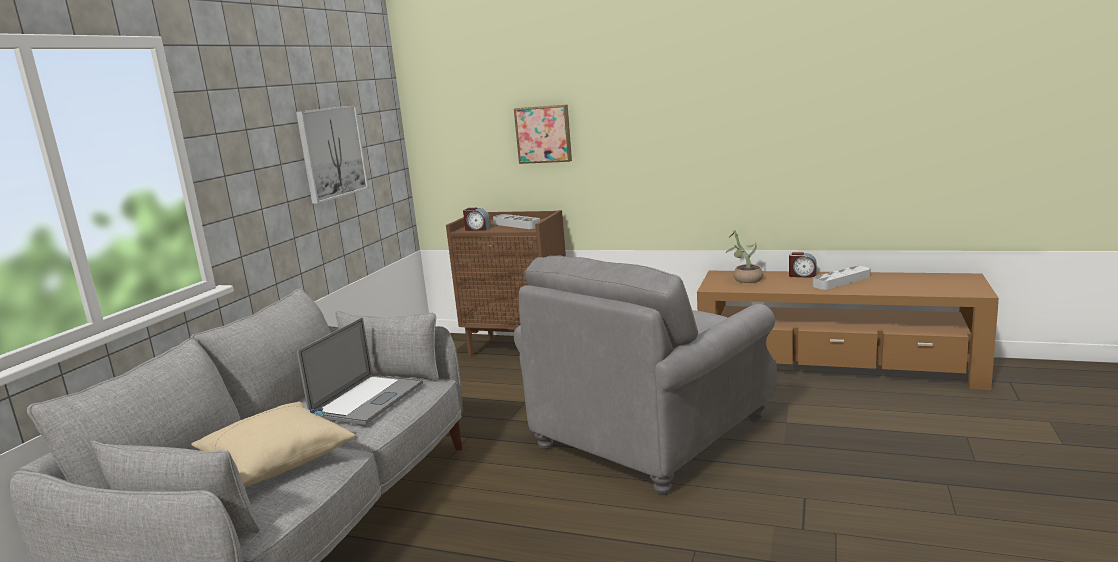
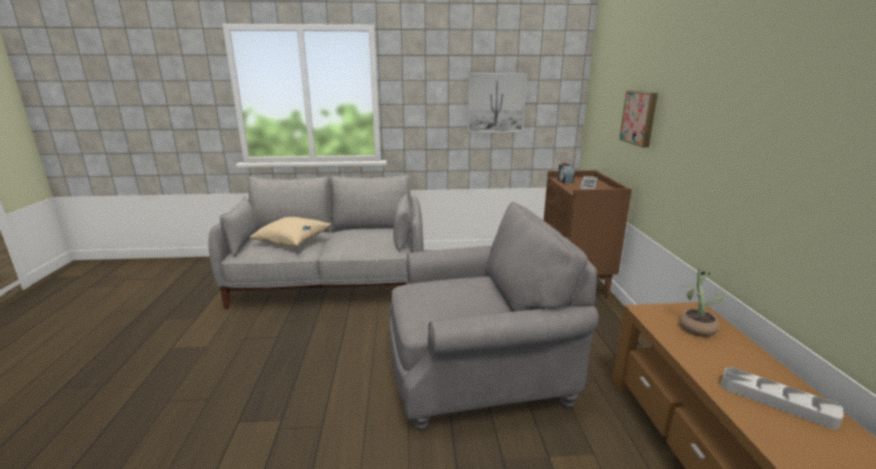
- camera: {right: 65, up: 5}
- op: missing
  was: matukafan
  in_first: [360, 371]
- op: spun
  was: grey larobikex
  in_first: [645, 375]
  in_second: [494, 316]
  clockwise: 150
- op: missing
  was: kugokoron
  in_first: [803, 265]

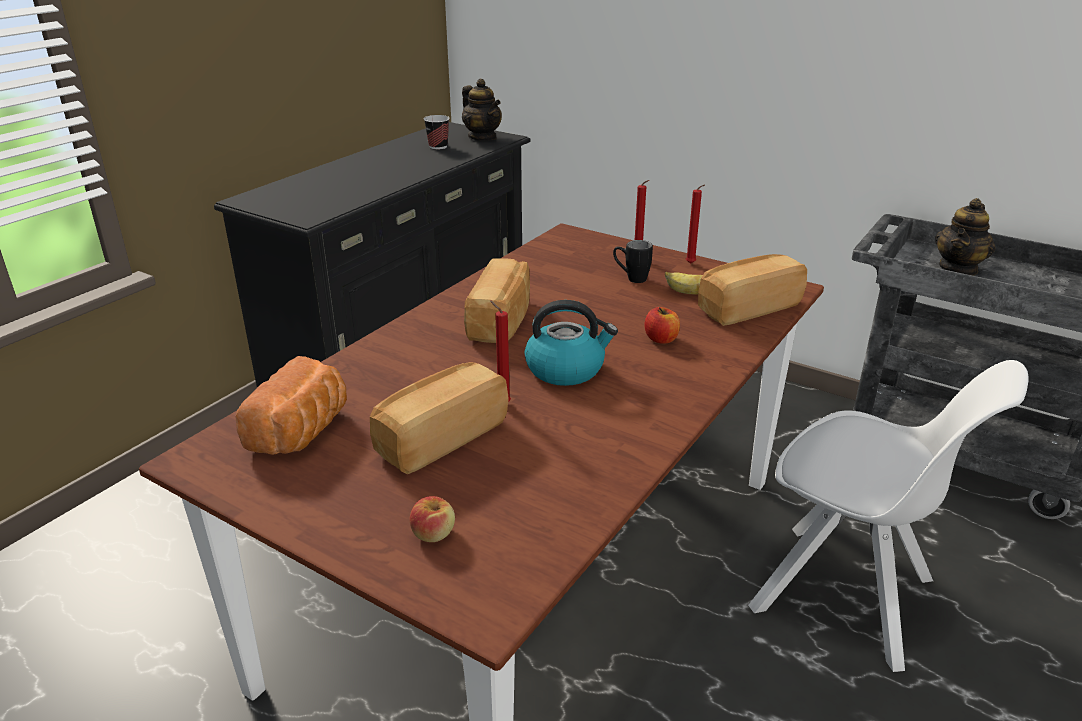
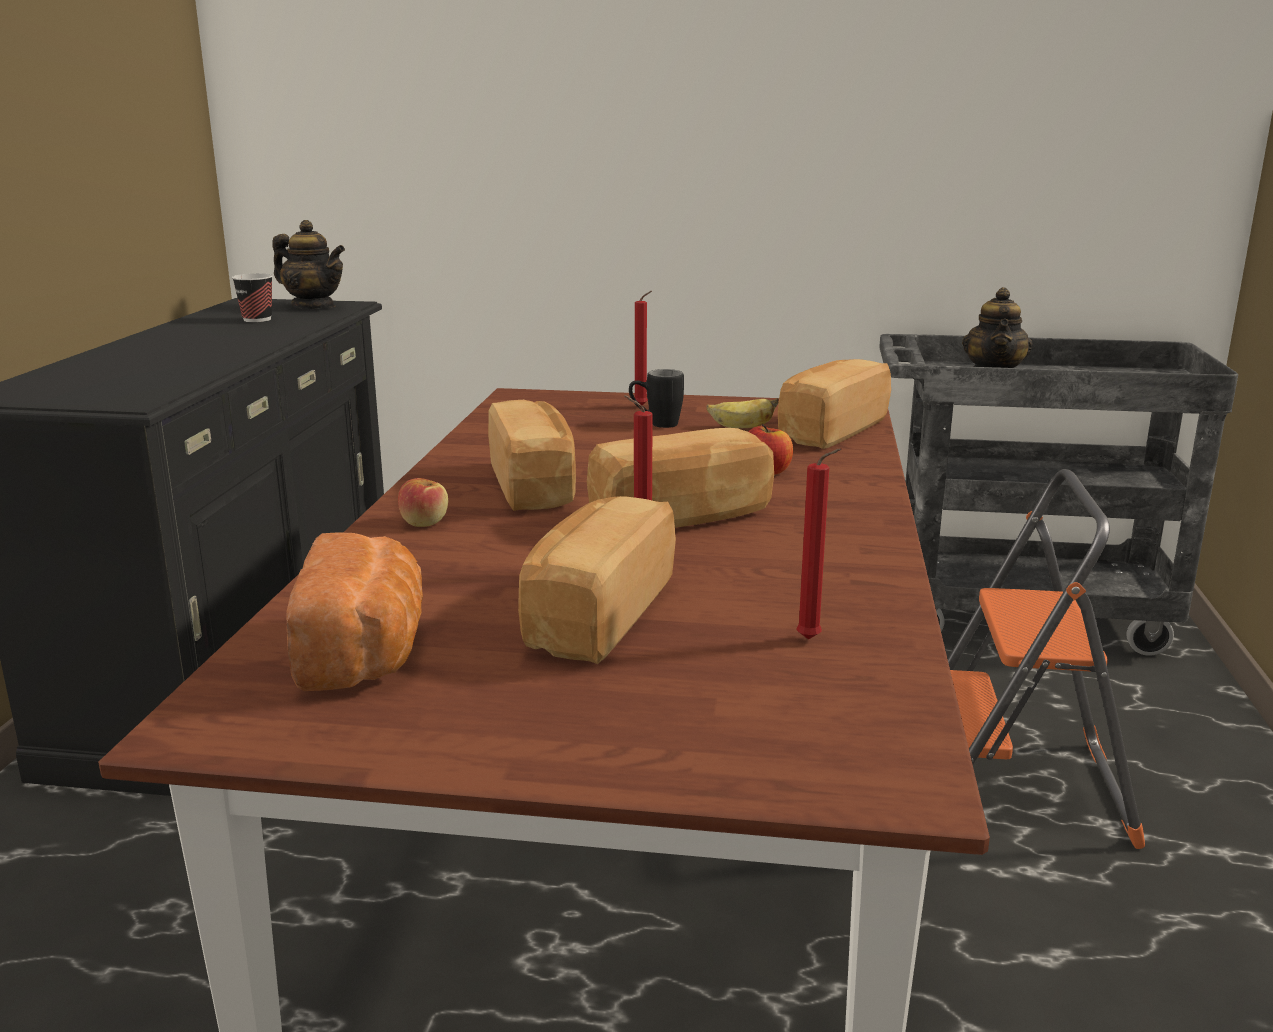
- camera: {right: -25, up: -10}
- op: relocated
  was: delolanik
  in_first: [432, 519]
  in_second: [423, 502]
- op: exchanged
  was: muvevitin
  now: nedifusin
  in_first: [571, 343]
  in_second: [680, 478]
- op: relocated
  was: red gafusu
  in_first: [695, 224]
  in_second: [819, 544]
- op: exchanged
  was: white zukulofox
  now: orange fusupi
  in_first: [888, 516]
  in_second: [1046, 659]

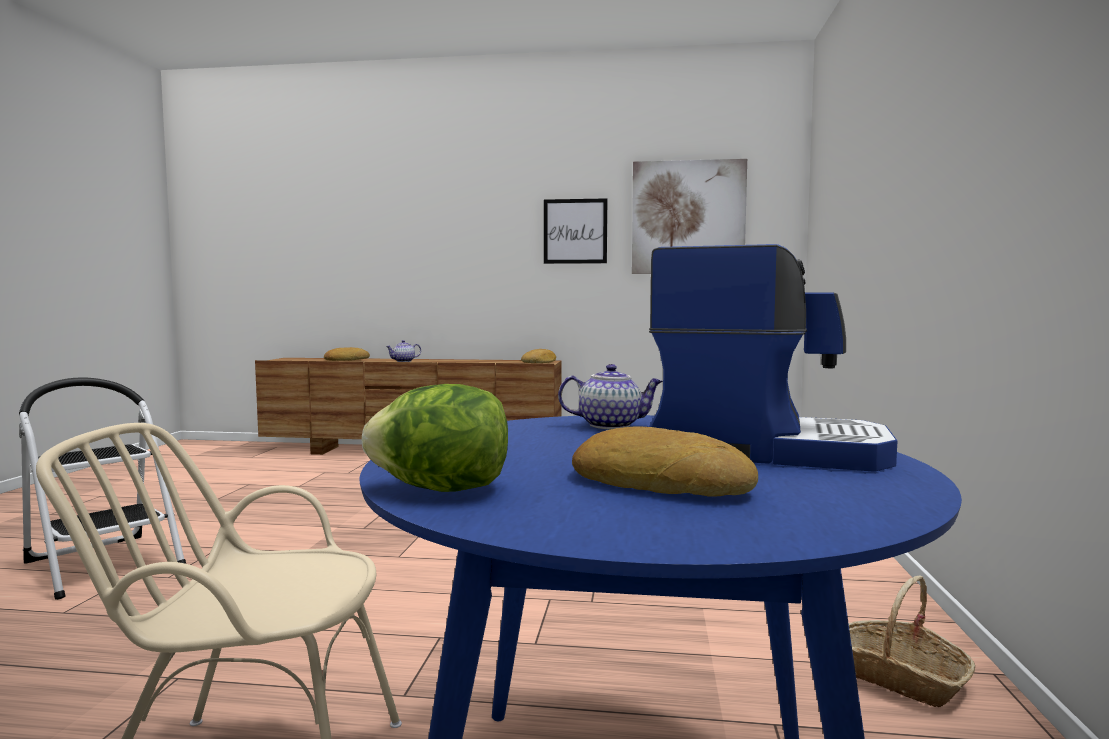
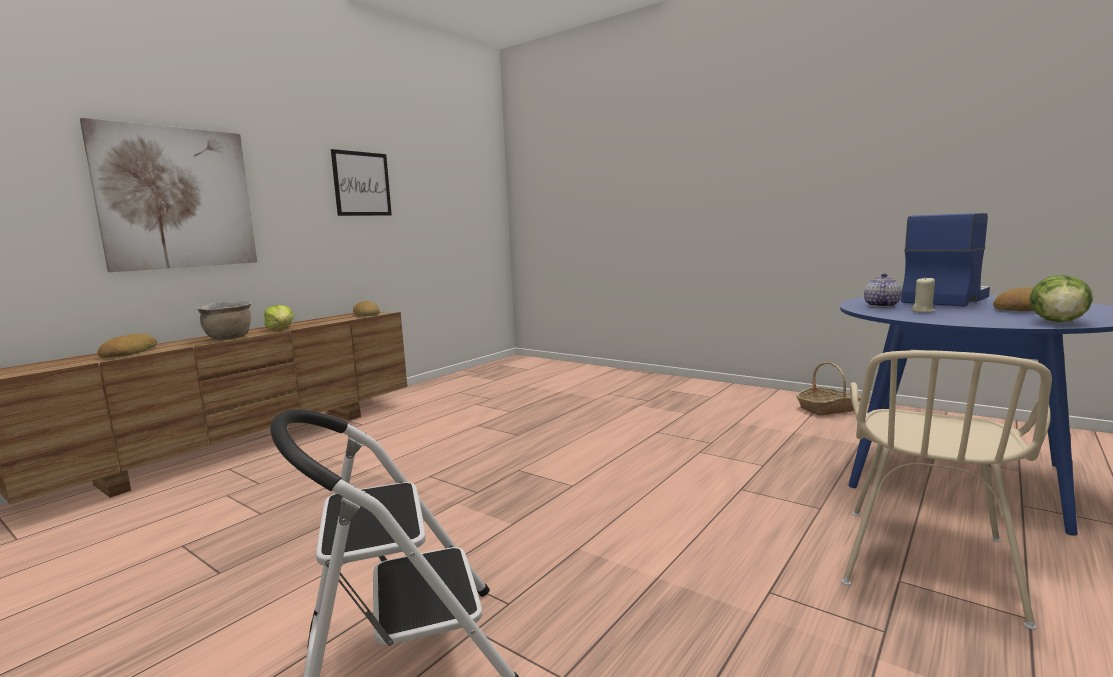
- camera: {right: -60, up: 5}
- op: exchanged
  was: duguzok
  now: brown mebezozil
  in_first: [403, 351]
  in_second: [224, 320]
- op: relocated
  was: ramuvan
  in_first: [689, 216]
  in_second: [168, 195]
- op: appeared
  now: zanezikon
  in_second: [279, 317]
- op: appeared
  now: beige gafusu
  in_second: [923, 294]

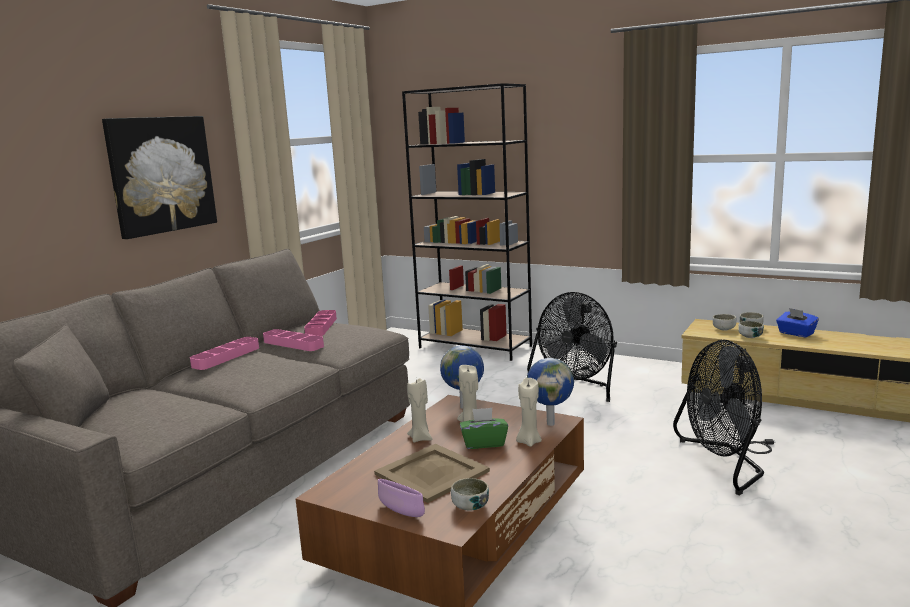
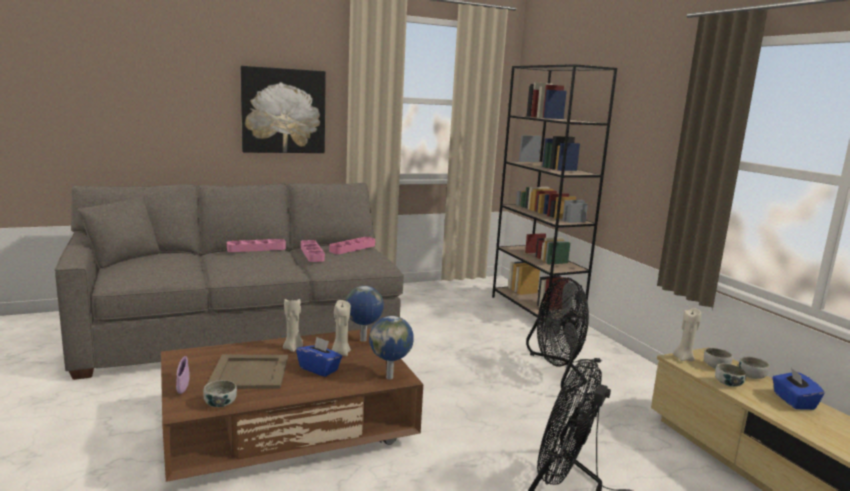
- camera: {right: 35, up: 0}
- op: colour
  was: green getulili
  now: blue getulili
  in_first: [484, 428]
  in_second: [319, 357]
- op: relocated
  was: beige gafusu
  in_first: [529, 412]
  in_second: [687, 335]

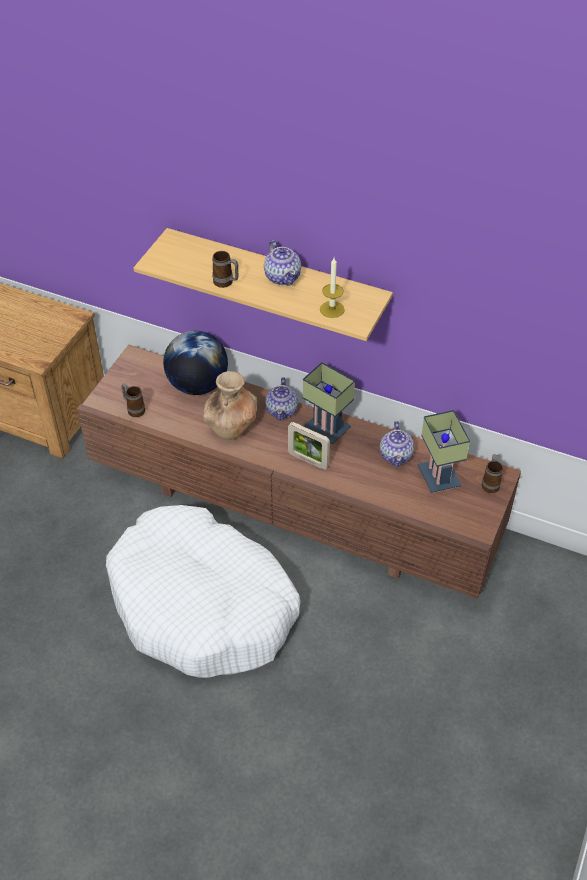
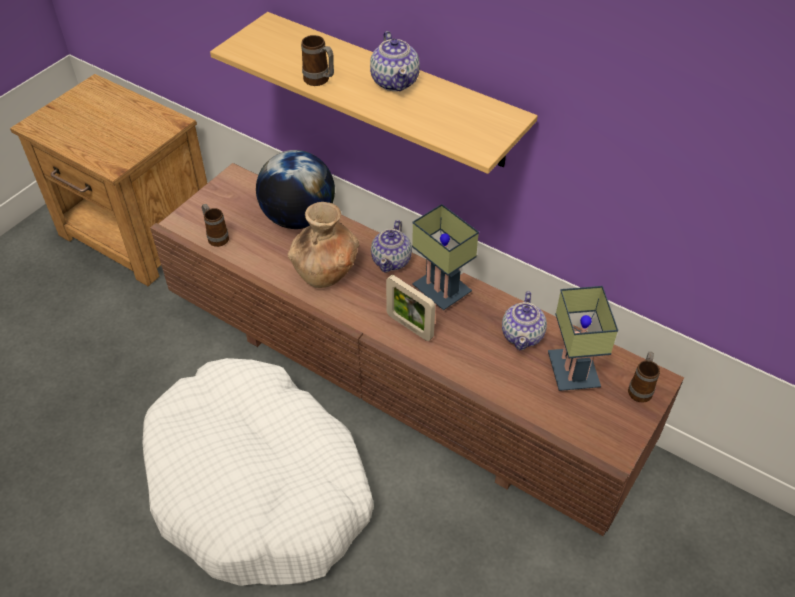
- camera: {right: 10, up: 0}
- op: missing
  was: gafusu
  in_first: [332, 288]

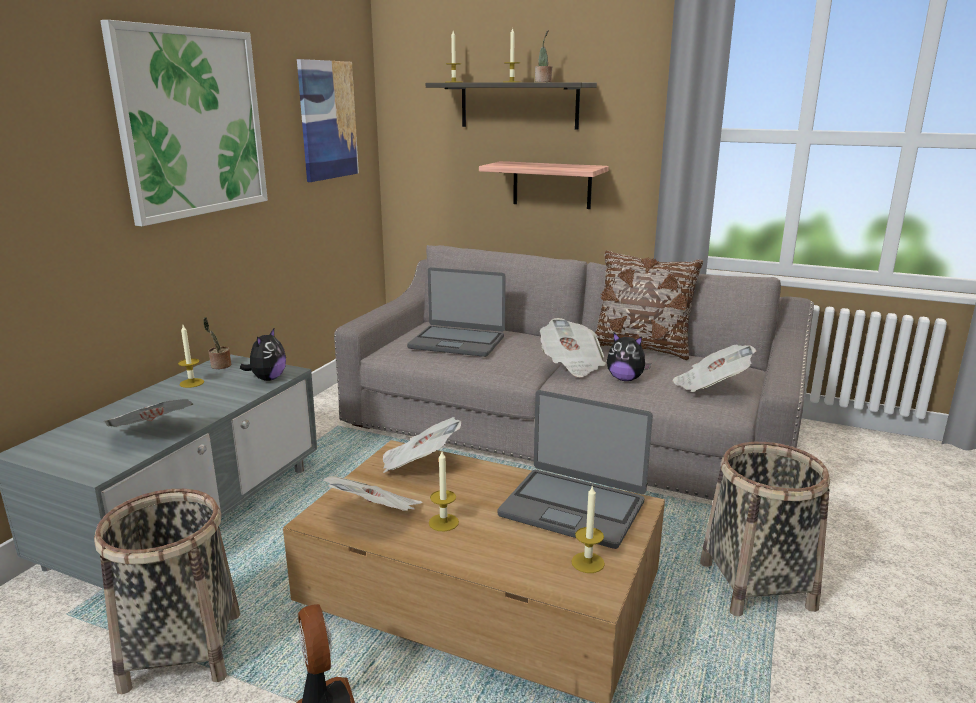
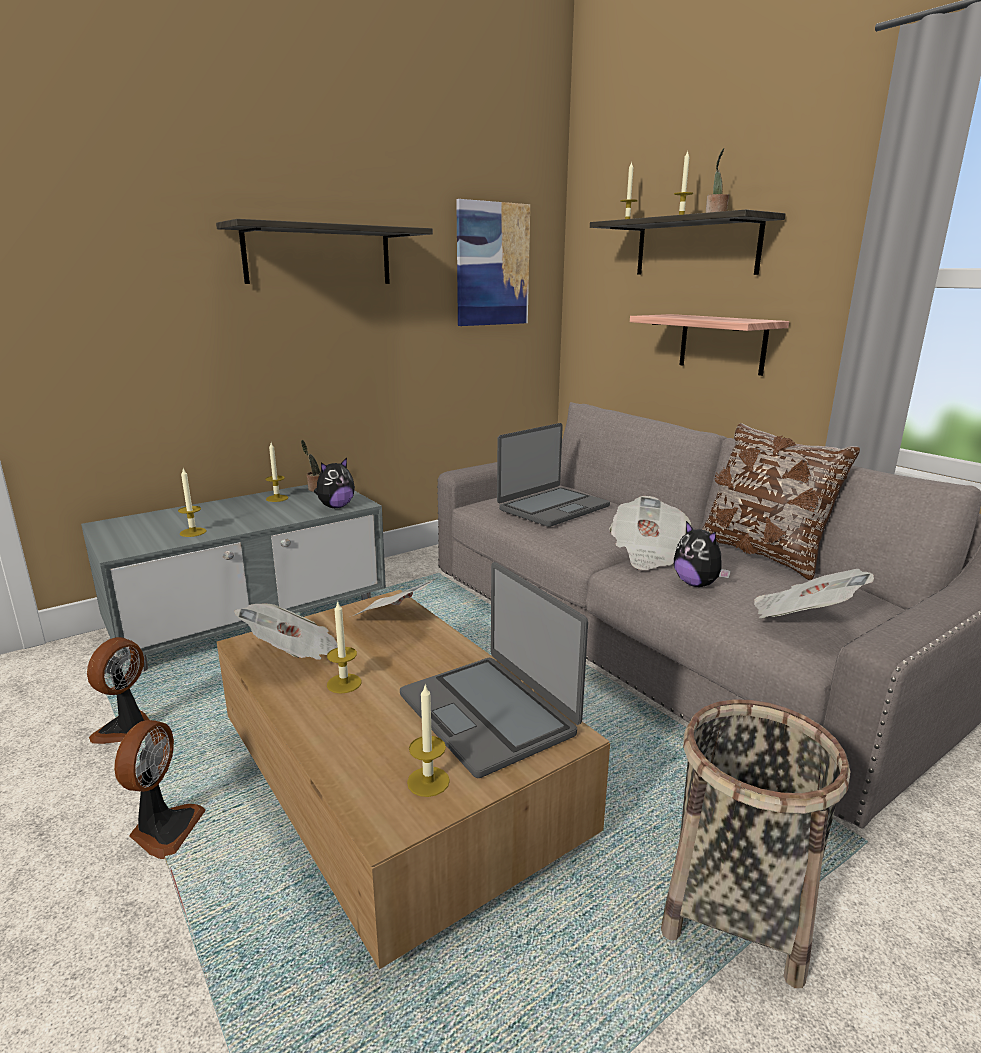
- camera: {right: 30, up: 0}
- op: exchanged
  was: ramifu
  now: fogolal
  in_first: [167, 591]
  in_second: [118, 690]
- op: exchanged
  was: ramuvan
  now: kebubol
  in_first: [184, 123]
  in_second: [324, 251]
- op: exchanged
  was: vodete
  now: gafusu
  in_first: [148, 413]
  in_second: [192, 503]
- op: spun
  was: matukafan
  in_first: [456, 312]
  in_second: [553, 475]
  clockwise: -90

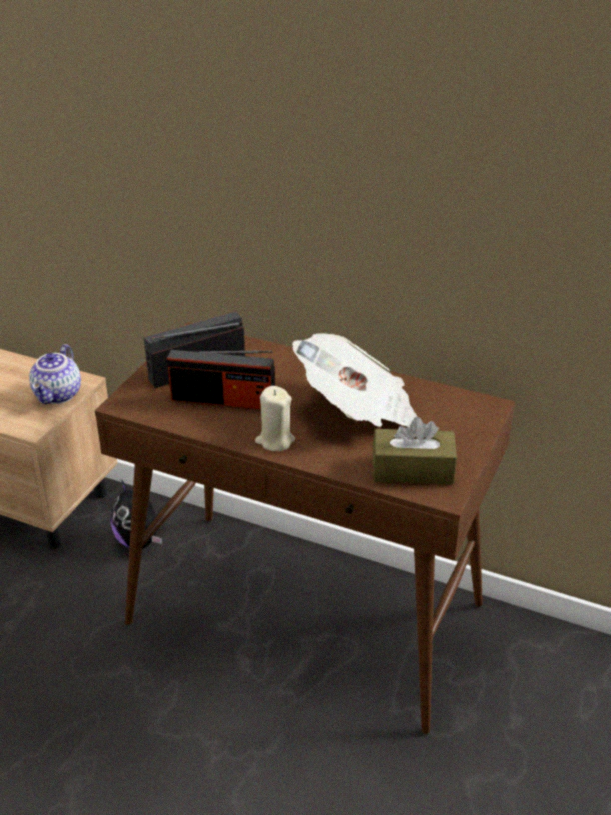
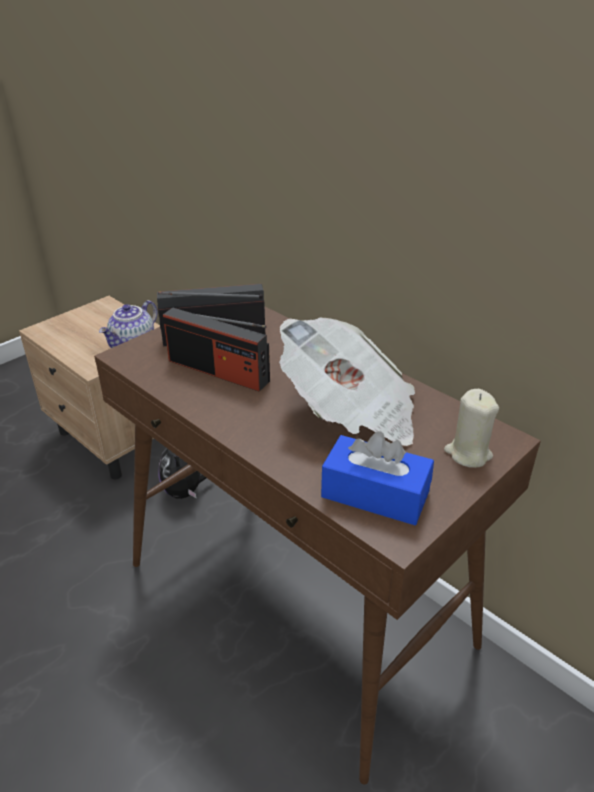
- camera: {right: 20, up: 0}
- op: relocated
  was: beige gafusu
  in_first: [275, 418]
  in_second: [471, 428]
- op: colour
  was: brown getulili
  now: blue getulili
  in_first: [415, 450]
  in_second: [377, 478]

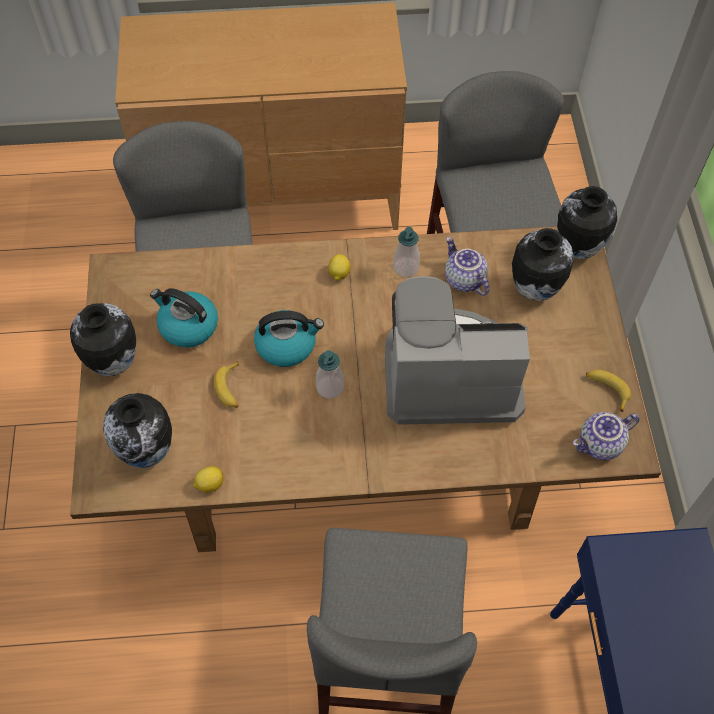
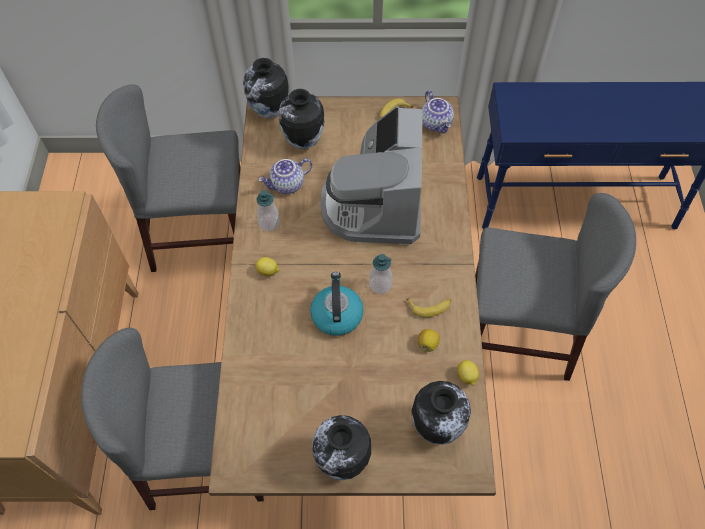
- camera: {right: -85, up: 0}
- op: missing
  was: muvevitin
  in_first: [184, 318]
- op: relocated
  was: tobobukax
  in_first: [226, 384]
  in_second: [428, 308]
- op: appeared
  now: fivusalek
  in_second: [429, 340]

